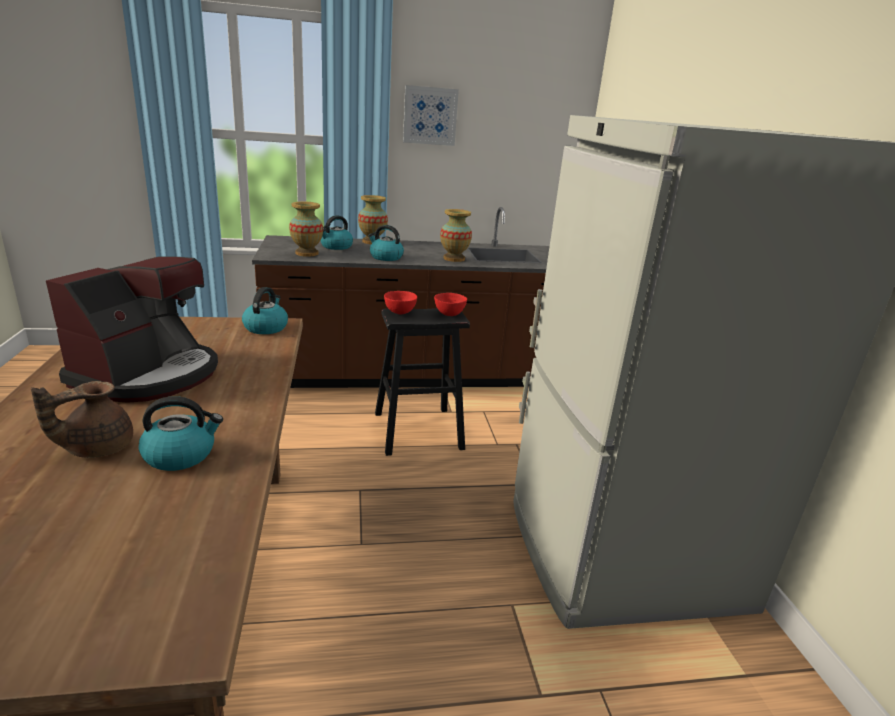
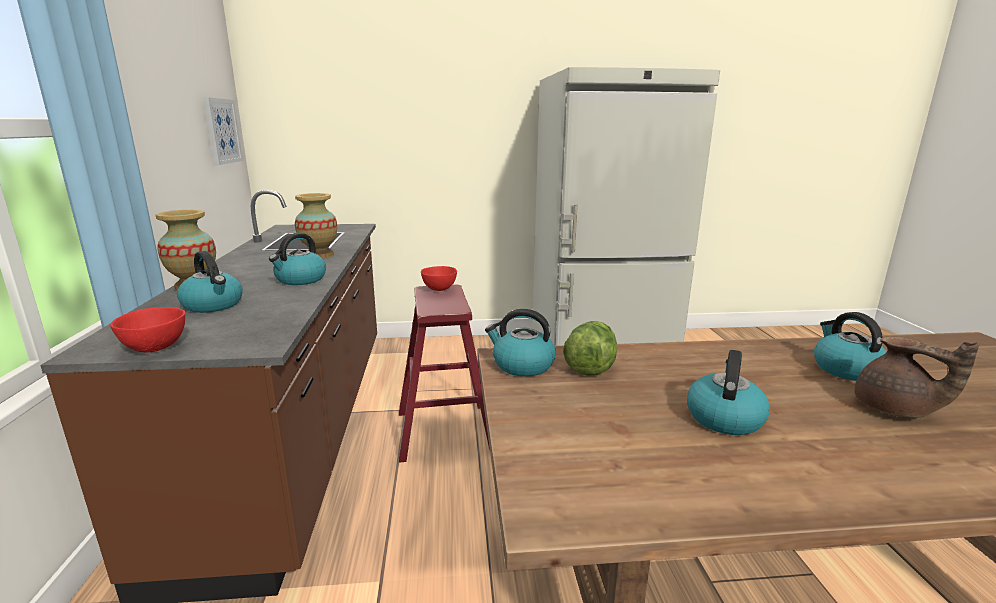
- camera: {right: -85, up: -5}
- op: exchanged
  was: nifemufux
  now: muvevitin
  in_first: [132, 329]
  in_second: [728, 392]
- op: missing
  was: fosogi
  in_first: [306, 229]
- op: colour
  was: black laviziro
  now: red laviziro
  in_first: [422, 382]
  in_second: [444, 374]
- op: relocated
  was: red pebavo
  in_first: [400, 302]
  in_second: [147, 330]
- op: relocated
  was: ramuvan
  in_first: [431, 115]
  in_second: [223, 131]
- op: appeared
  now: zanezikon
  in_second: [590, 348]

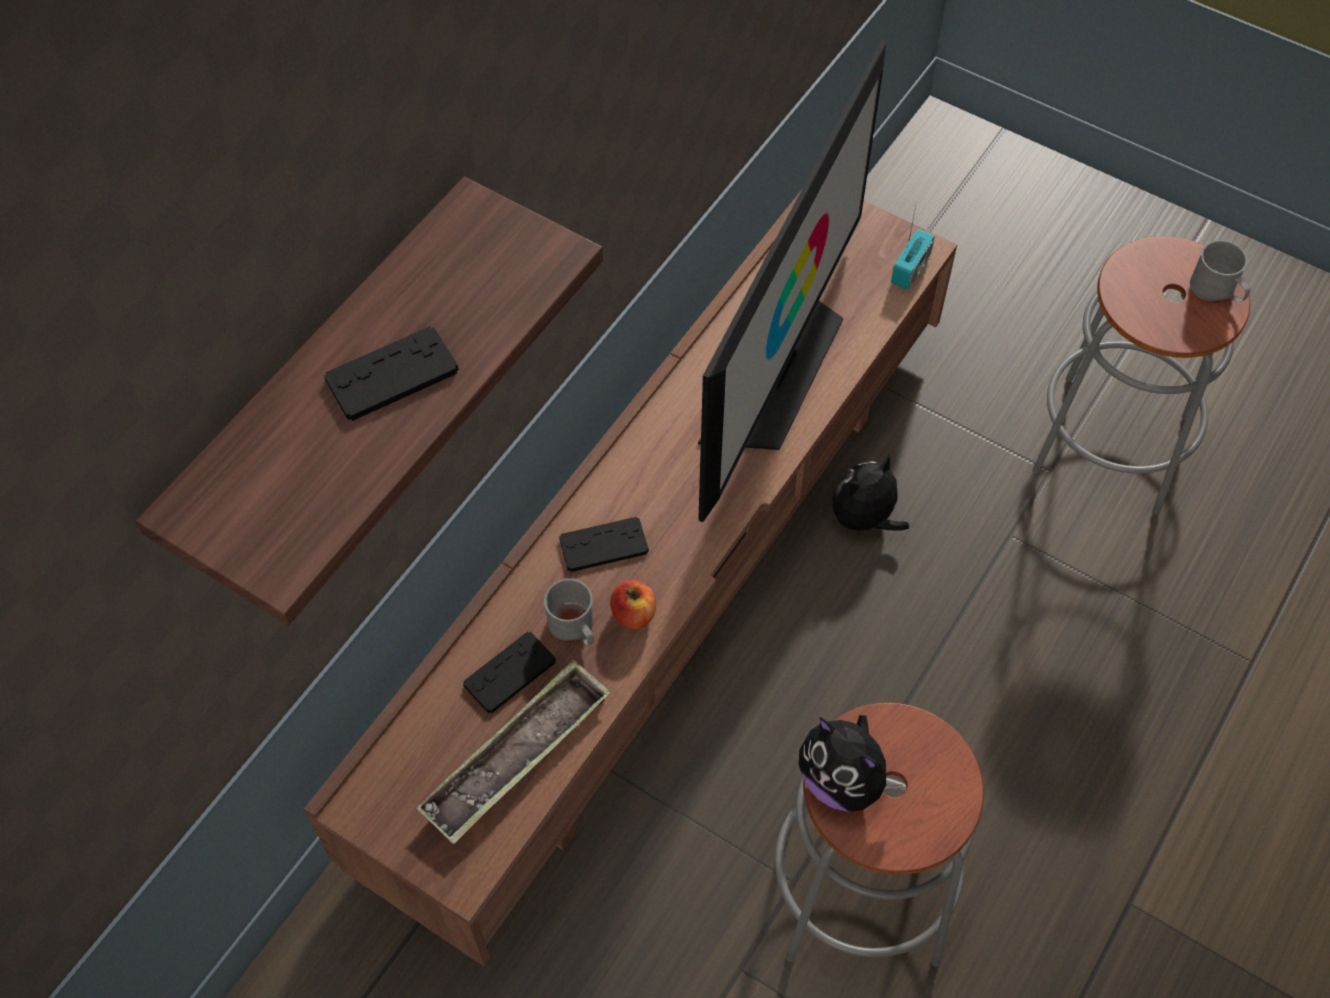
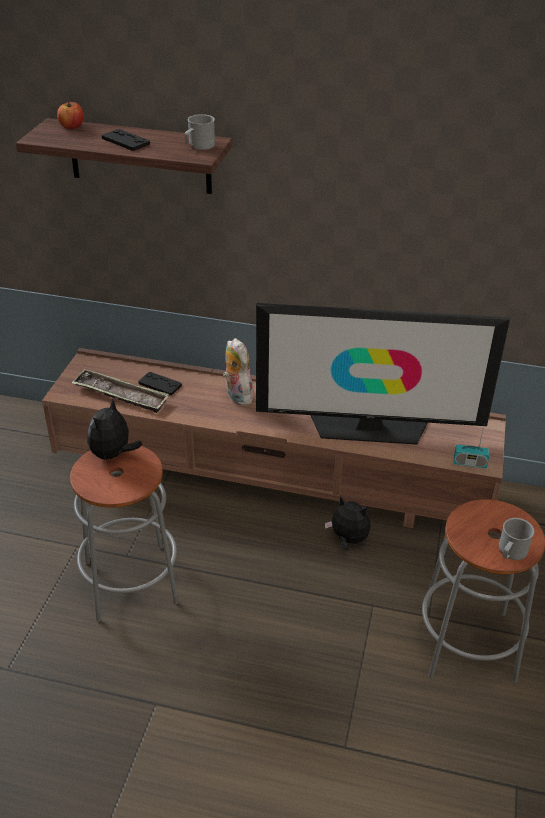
- camera: {right: 70, up: -20}
- op: relocated
  was: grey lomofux
  in_first: [569, 612]
  in_second: [200, 132]
- op: exchanged
  was: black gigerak
  now: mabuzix
  in_first: [604, 544]
  in_second: [238, 371]
- op: relocated
  was: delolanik
  in_first: [633, 604]
  in_second: [70, 114]

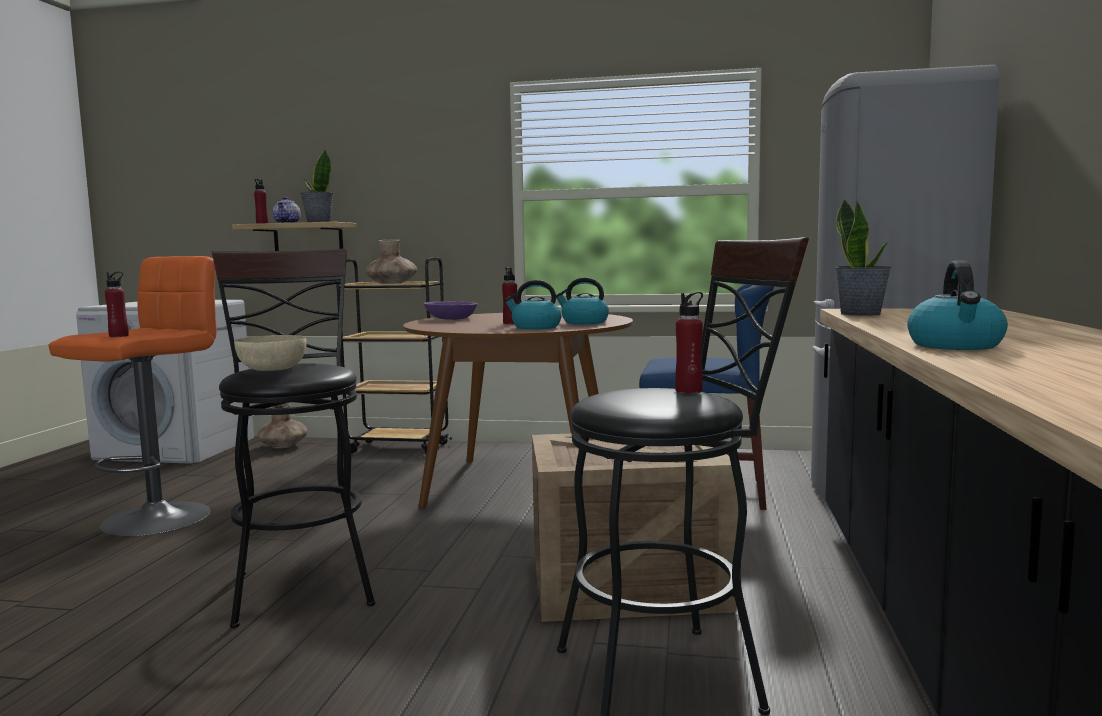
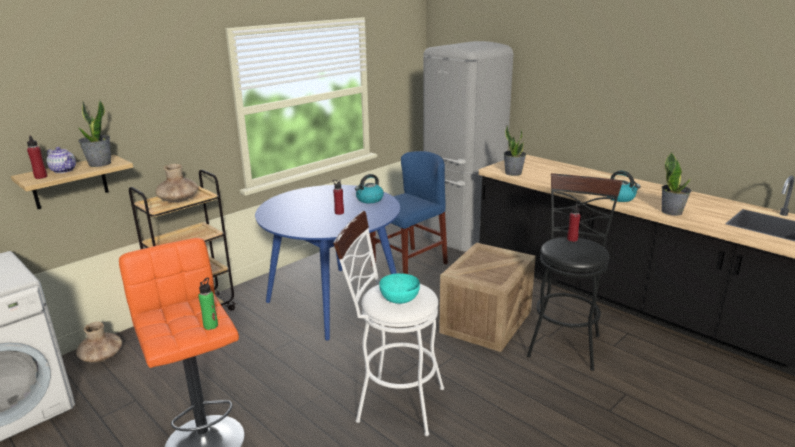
- camera: {right: -55, up: 15}
- op: colour
  was: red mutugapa
  now: green mutugapa
  in_first: [117, 304]
  in_second: [208, 304]
- op: colour
  was: black laviziro
  now: white laviziro
  in_first: [293, 438]
  in_second: [388, 323]
- op: colour
  was: beige pebavo
  now: turquoise pebavo
  in_first: [270, 353]
  in_second: [399, 289]
- op: colour
  was: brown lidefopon
  now: blue lidefopon
  in_first: [518, 410]
  in_second: [327, 262]
- op: missing
  was: purple pebavo
  in_first: [450, 310]
- op: missing
  was: muvevitin
  in_first: [533, 304]
- op: appeared
  now: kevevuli
  in_second: [676, 183]

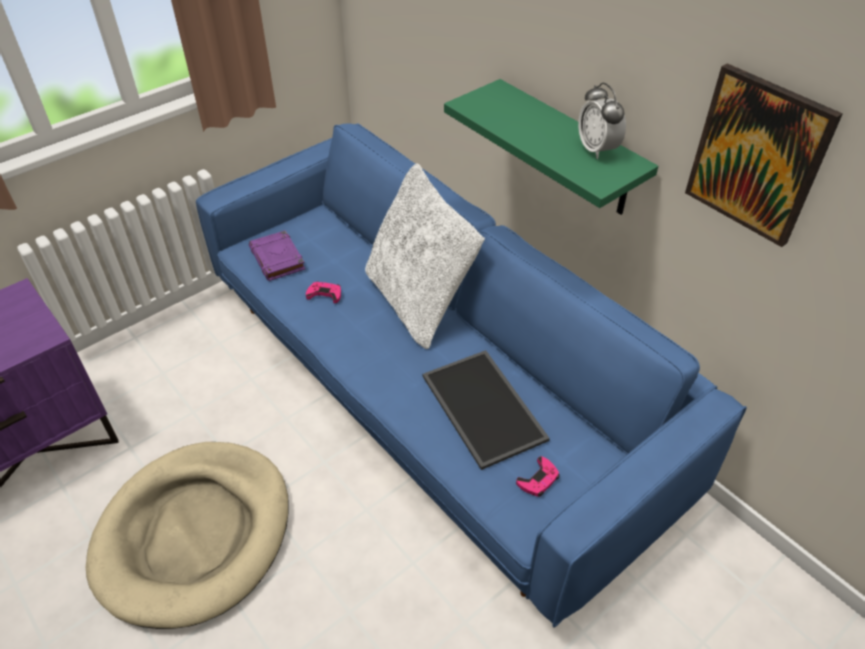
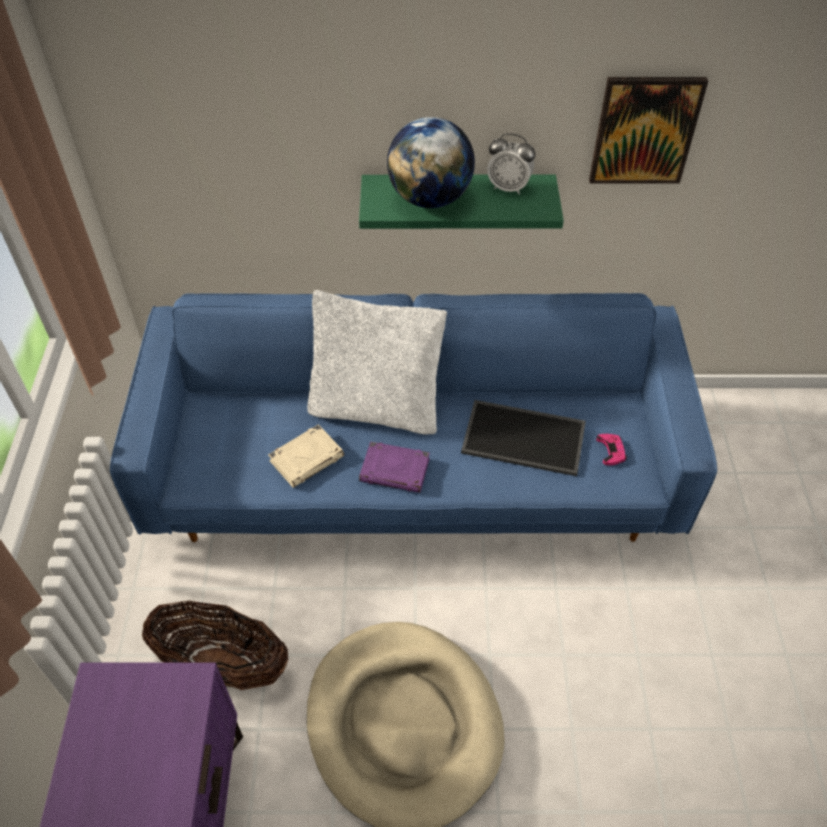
- camera: {right: -50, up: 5}
- op: relocated
  was: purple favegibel
  in_first: [277, 255]
  in_second: [394, 467]
- op: exchanged
  was: pink gigerak
  now: beige favegibel
  in_first: [323, 292]
  in_second: [306, 456]
- op: appeared
  now: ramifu
  in_second: [215, 645]
- op: appeared
  now: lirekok
  in_second: [431, 162]

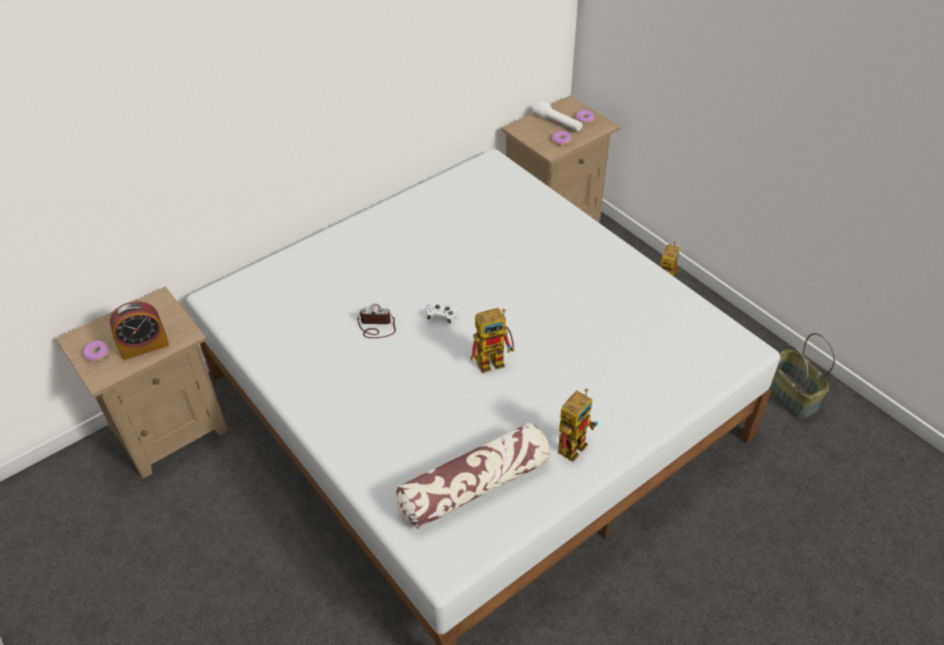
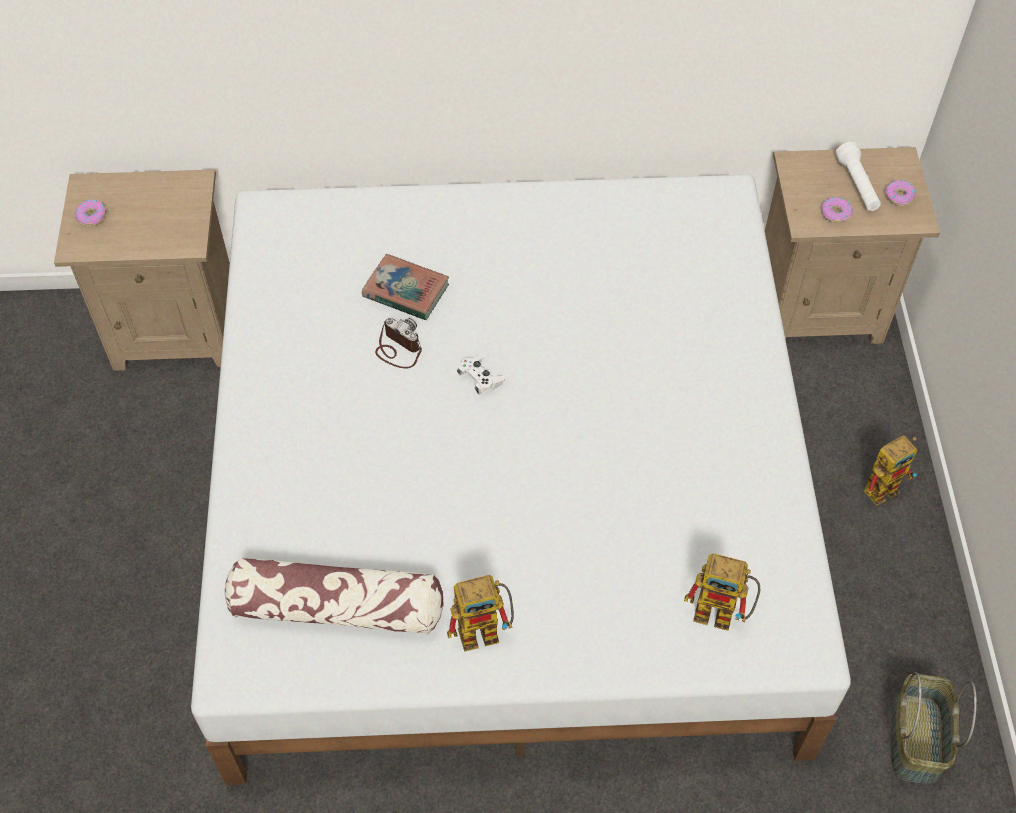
- camera: {right: 35, up: 10}
- op: missing
  was: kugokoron
  in_first: [139, 330]
- op: relocated
  was: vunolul
  in_first: [492, 340]
  in_second: [722, 592]
- op: appeared
  now: favegibel
  in_second: [405, 287]

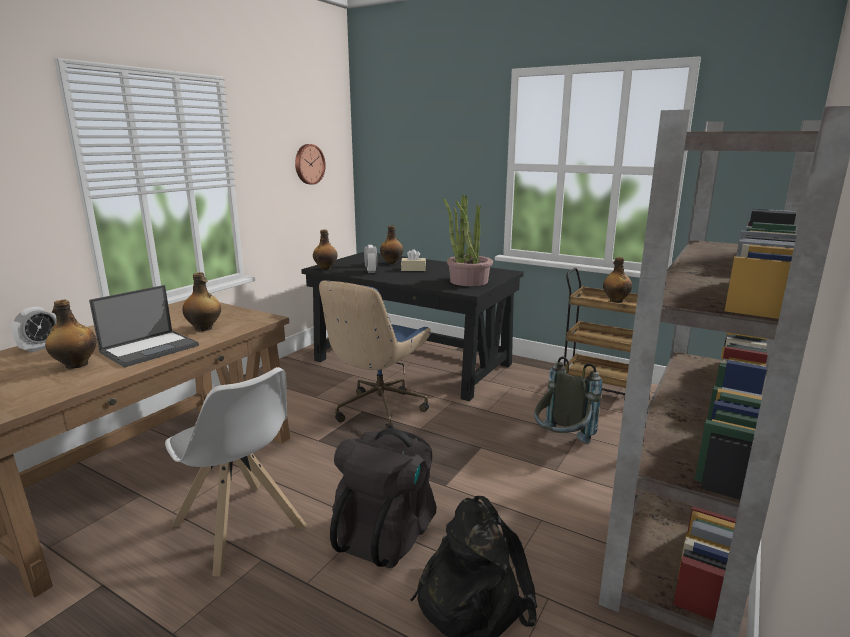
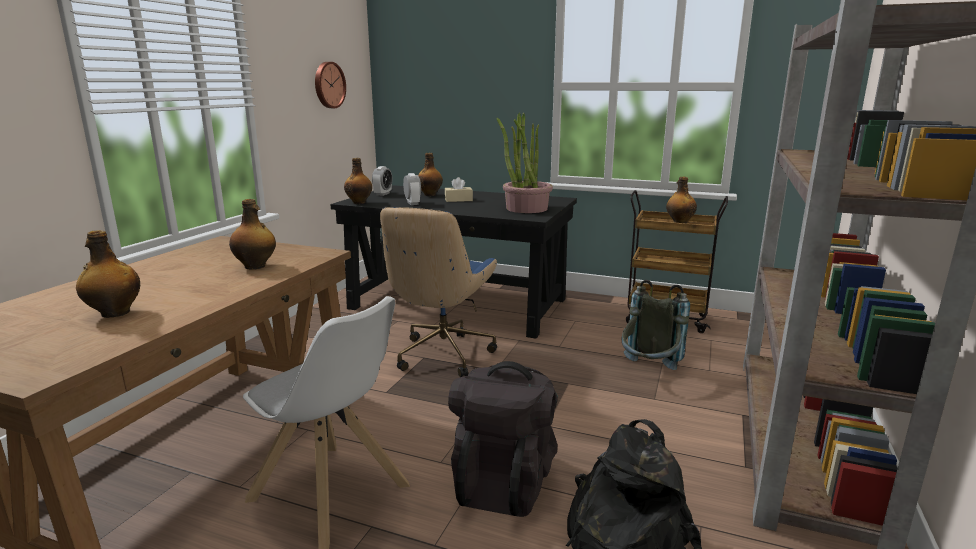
- camera: {right: -10, up: 0}
- op: relocated
  was: kugokoron
  in_first: [34, 329]
  in_second: [382, 181]
- op: missing
  was: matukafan
  in_first: [144, 326]

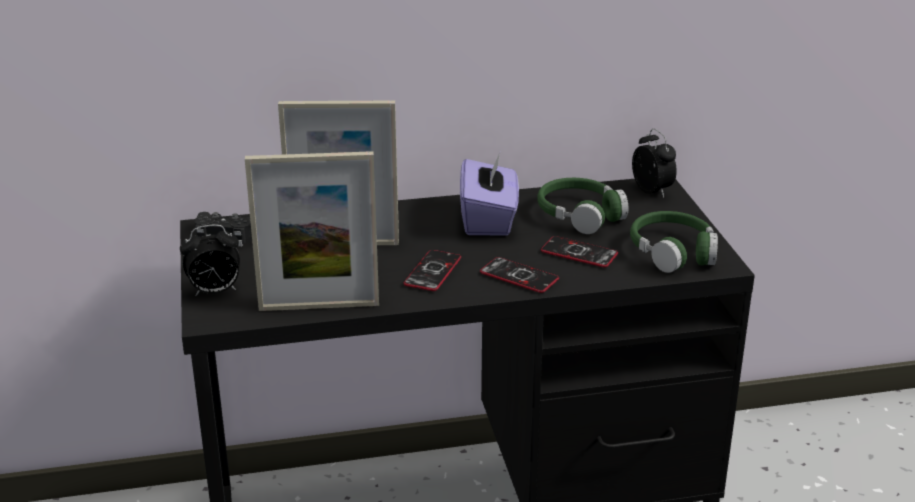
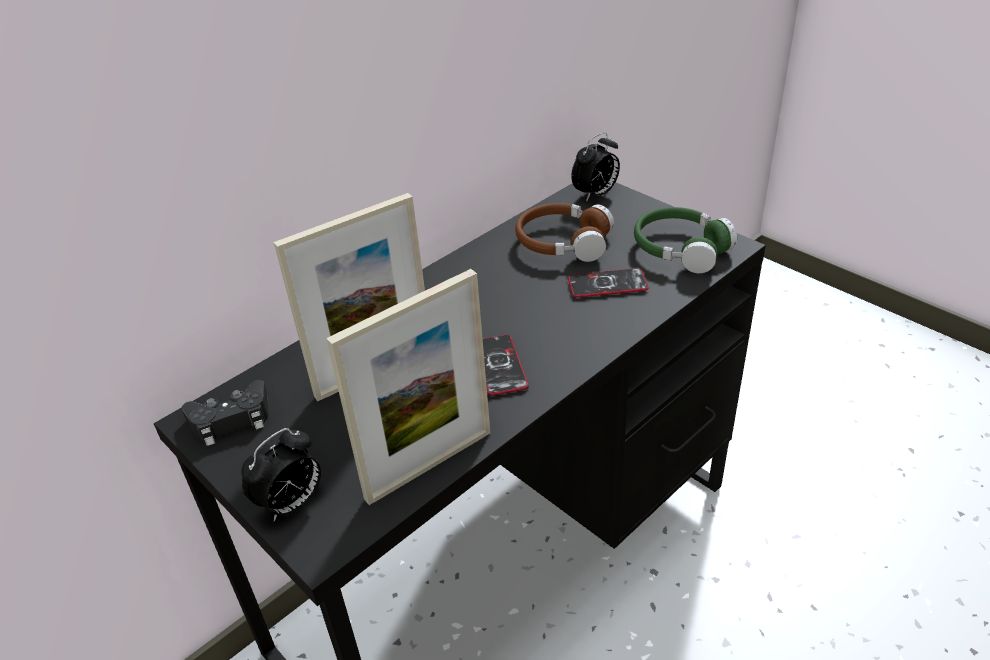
- camera: {right: -30, up: 10}
- op: missing
  was: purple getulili
  in_first: [489, 194]
- op: missing
  was: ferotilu
  in_first: [519, 275]
- op: colour
  was: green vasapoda
  now: brown vasapoda
  in_first: [582, 206]
  in_second: [564, 232]
- op: spun
  was: kugokoron
  in_first: [654, 163]
  in_second: [595, 167]
  clockwise: 105

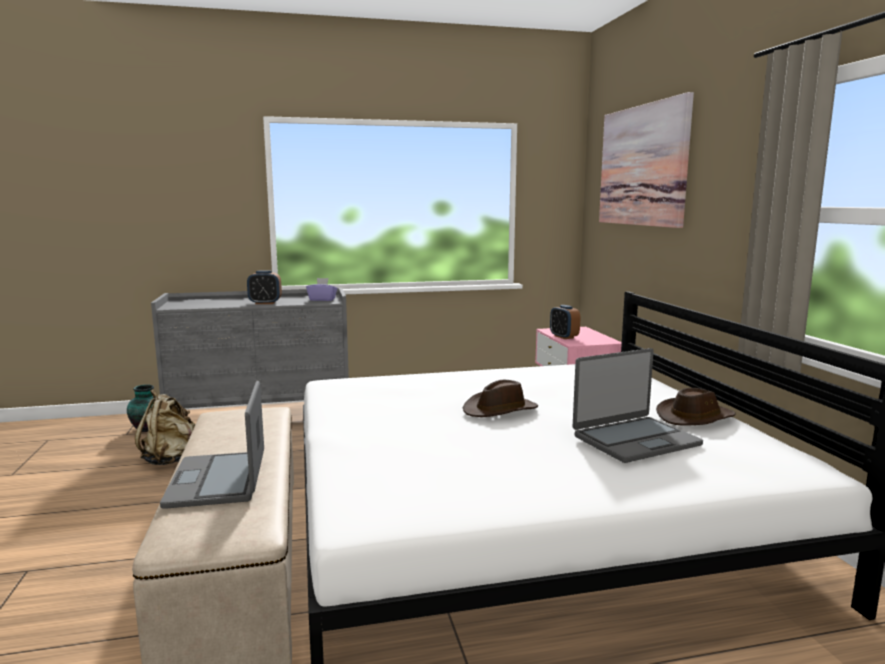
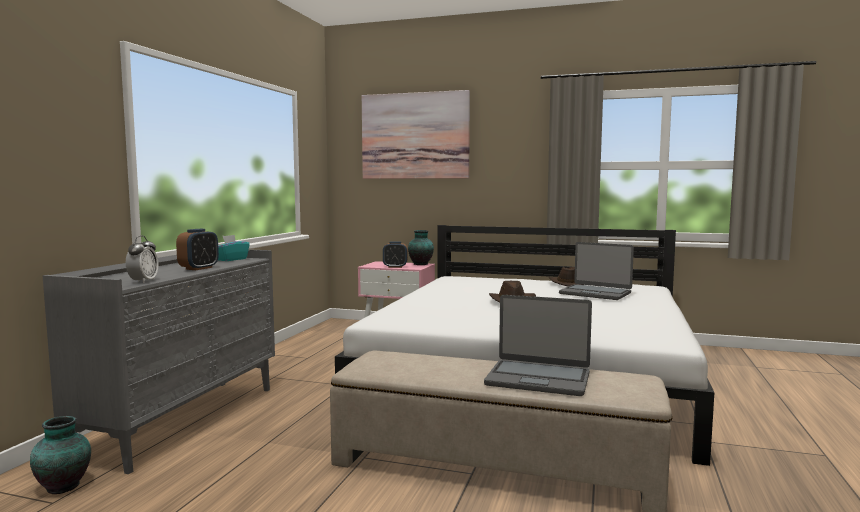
- camera: {right: -60, up: -5}
- op: missing
  was: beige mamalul
  in_first: [165, 427]
- op: colour
  was: purple getulili
  now: turquoise getulili
  in_first: [322, 289]
  in_second: [234, 248]
- op: spun
  was: matukafan
  in_first: [638, 405]
  in_second: [596, 271]
  clockwise: 120
- op: appeared
  now: kugokoron
  in_second: [142, 259]
- op: appeared
  now: fosogi
  in_second: [421, 247]

